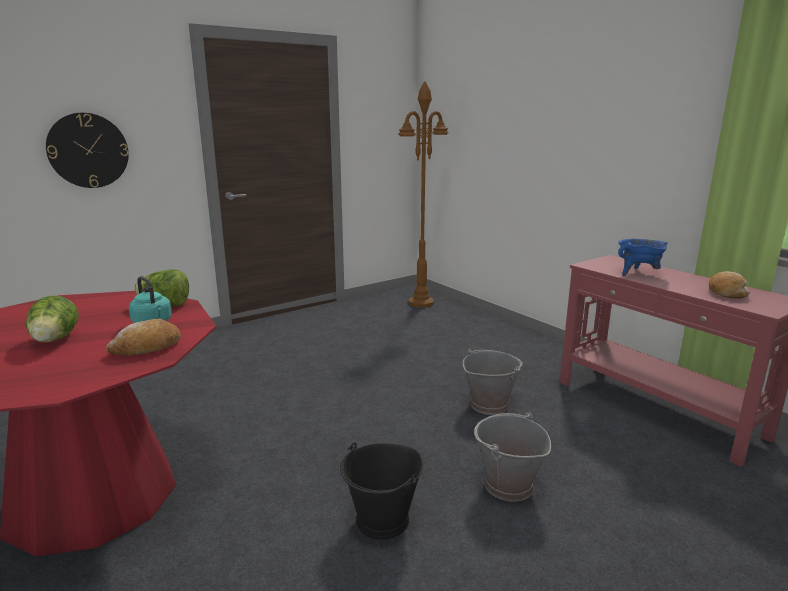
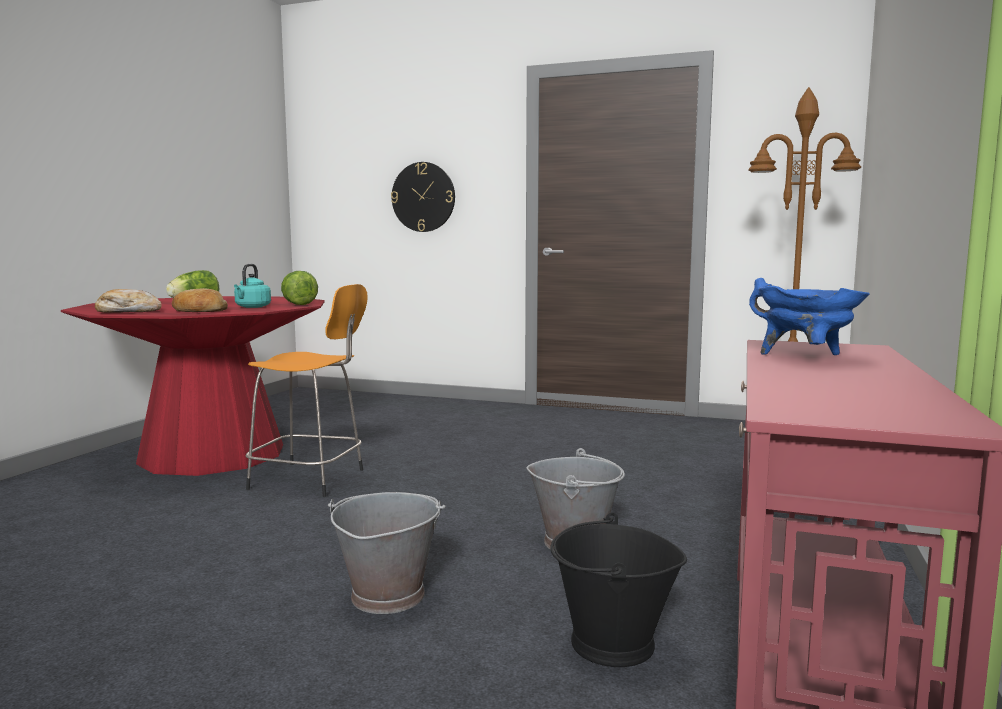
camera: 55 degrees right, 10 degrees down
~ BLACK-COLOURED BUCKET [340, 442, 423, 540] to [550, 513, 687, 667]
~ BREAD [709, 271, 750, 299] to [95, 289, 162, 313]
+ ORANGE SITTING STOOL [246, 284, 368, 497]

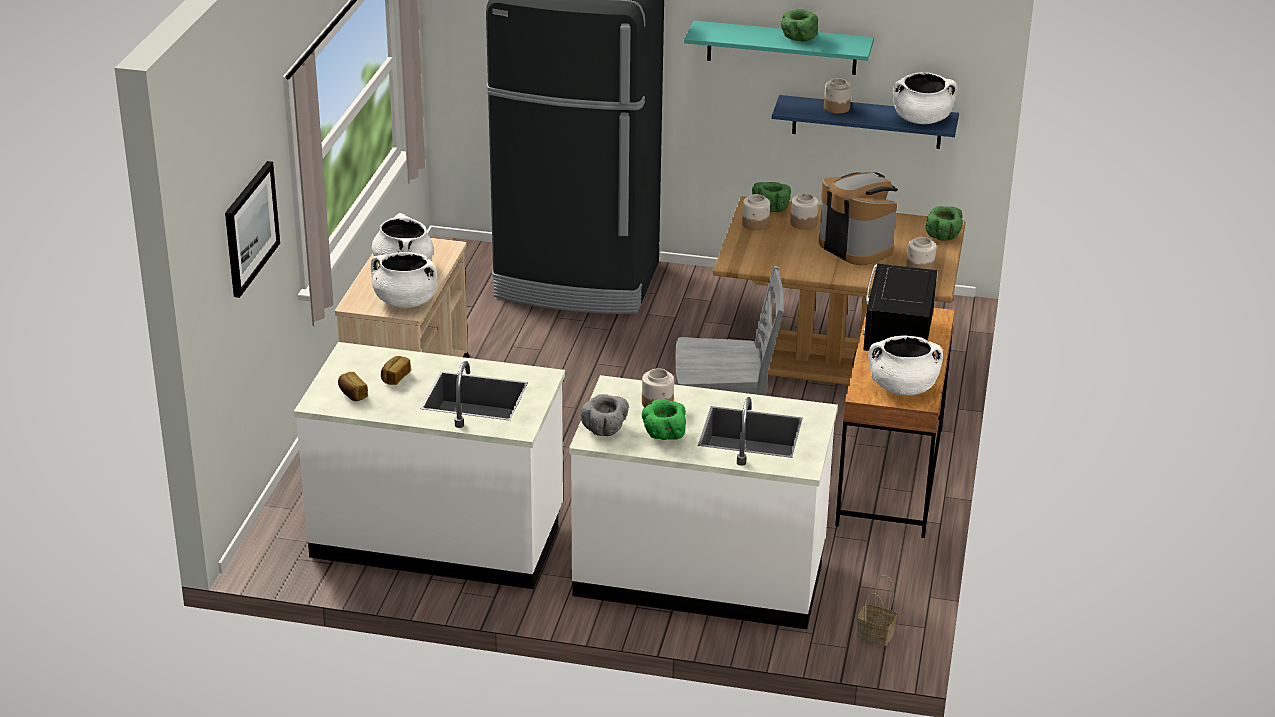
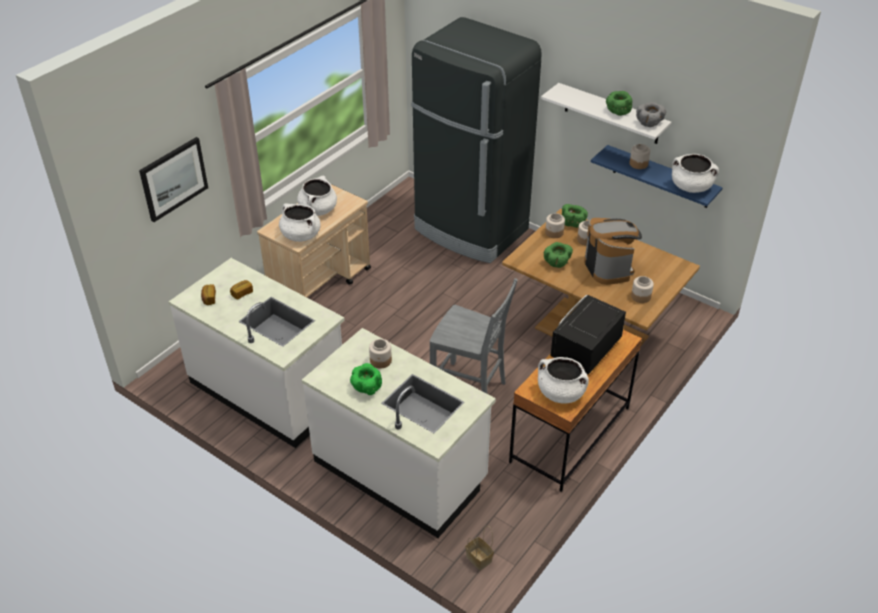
camera: 25 degrees right, 10 degrees up
~ GREY DEEP DISH [580, 394, 629, 436] to [636, 102, 666, 127]
~ TURQUOISE-COLOURED SHELF [684, 21, 874, 75] to WHITISH SHELF [541, 83, 672, 144]
~ GREEN DEEP DISH [926, 206, 963, 241] to [544, 242, 573, 268]

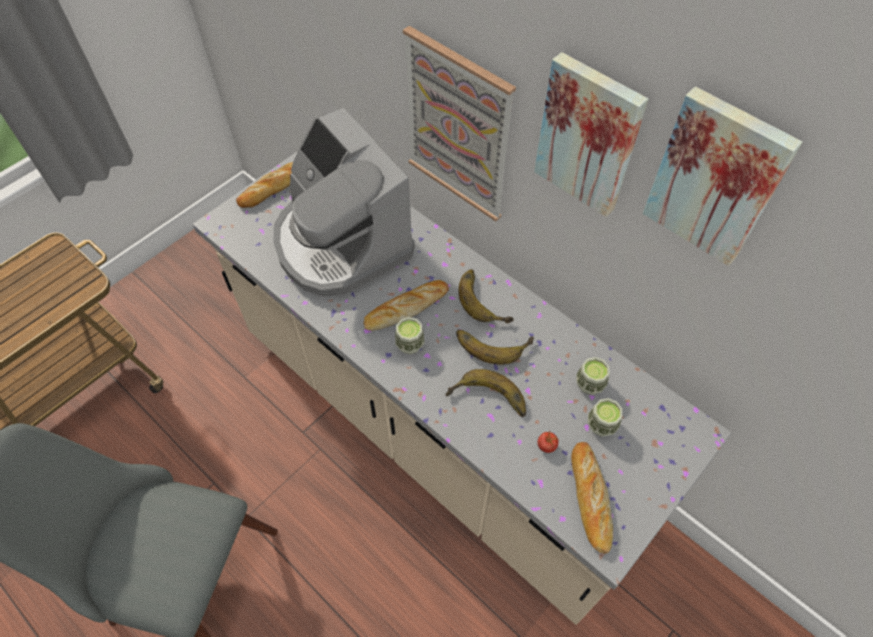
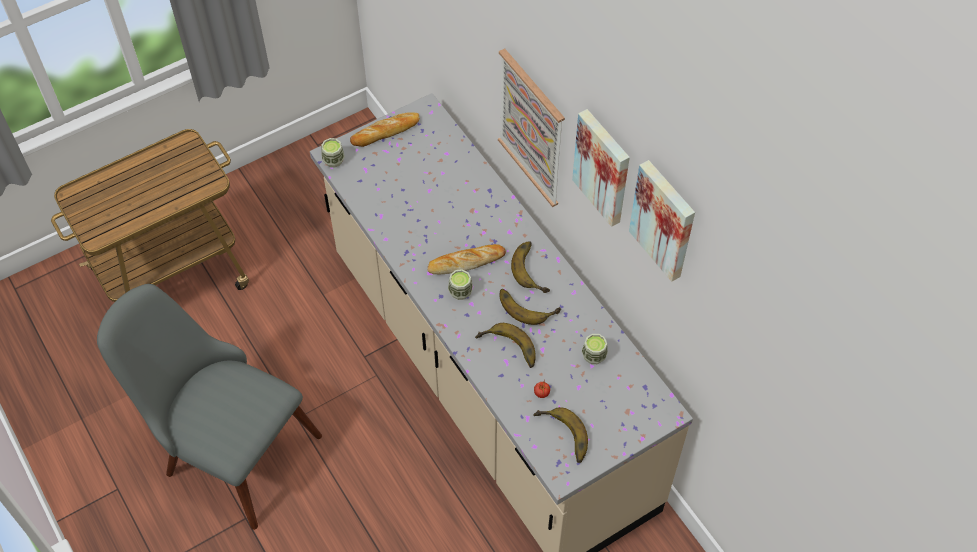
camera: 15 degrees right, 0 degrees up
- COFFEE BREWER [273, 108, 415, 297]
~ BREAD [571, 442, 613, 554] to BANANA FRUIT [533, 407, 588, 463]
~ CUP [588, 398, 622, 437] to [321, 138, 345, 167]

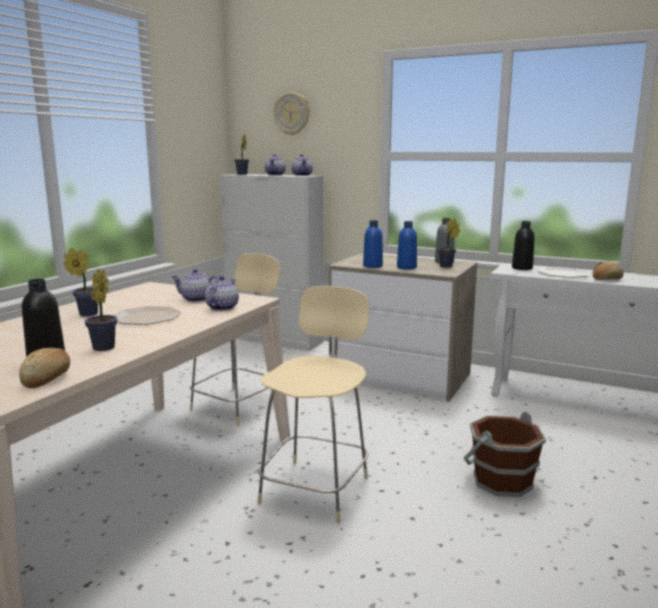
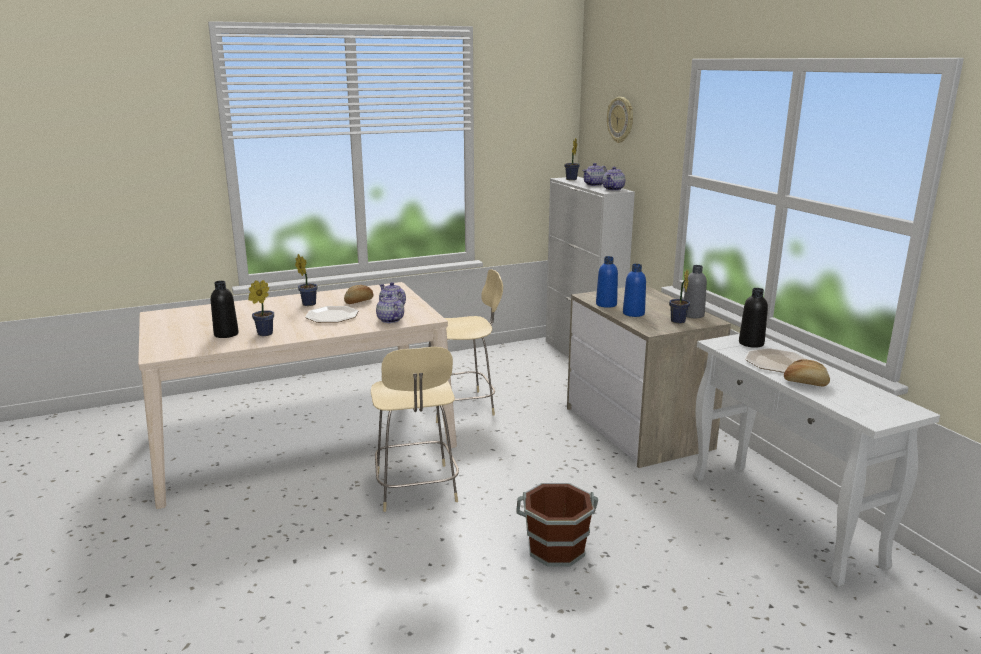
camera: 40 degrees right, 5 degrees up
~ BREAD [19, 348, 70, 388] to [344, 285, 374, 304]
~ POT FOR TEA [205, 276, 239, 311] = [376, 294, 404, 323] 90 degrees counterclockwise
~ BEIGE-COLOURED CHAIR [257, 286, 369, 523] = [371, 347, 459, 512] 105 degrees clockwise

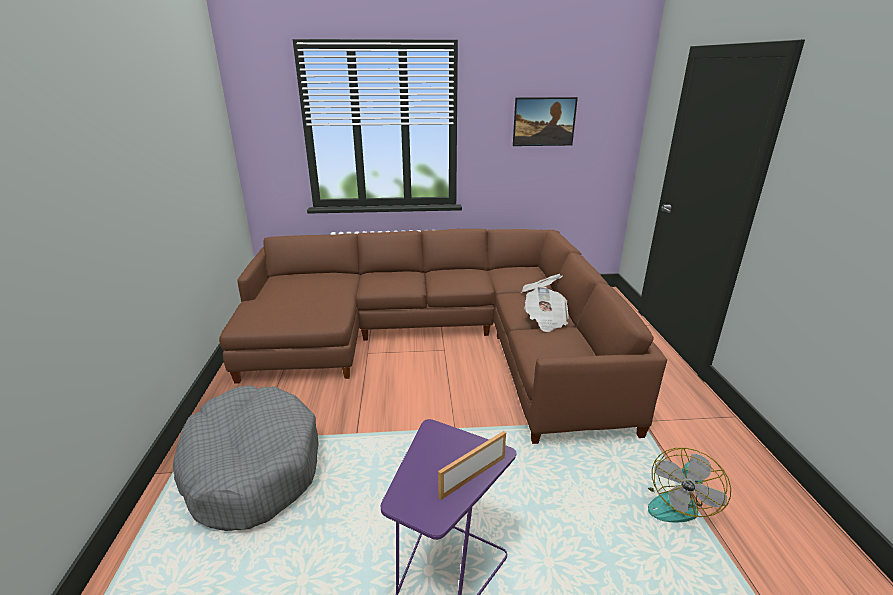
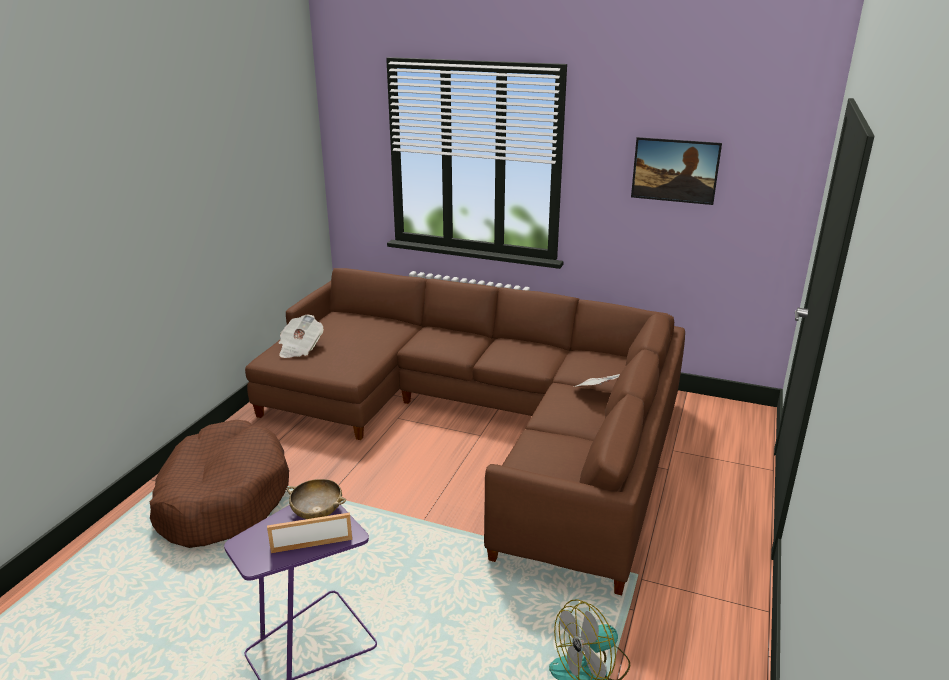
camera: 25 degrees right, 0 degrees up
~ GREY DOG CUSHION [173, 385, 319, 531] to BROWNISH DOG CUSHION [150, 420, 289, 548]
~ DAILY PAPER [524, 286, 569, 332] to [279, 314, 324, 358]
+ BEIGE-COLOURED DEEP DISH [287, 479, 346, 519]

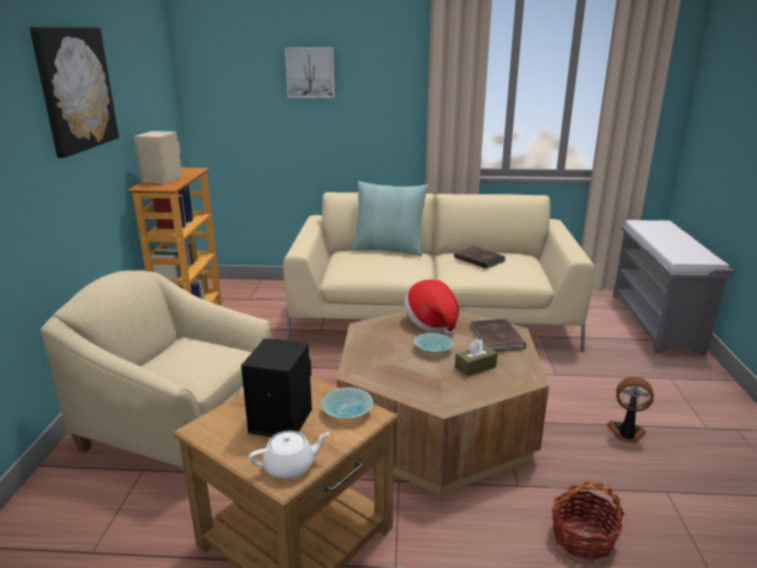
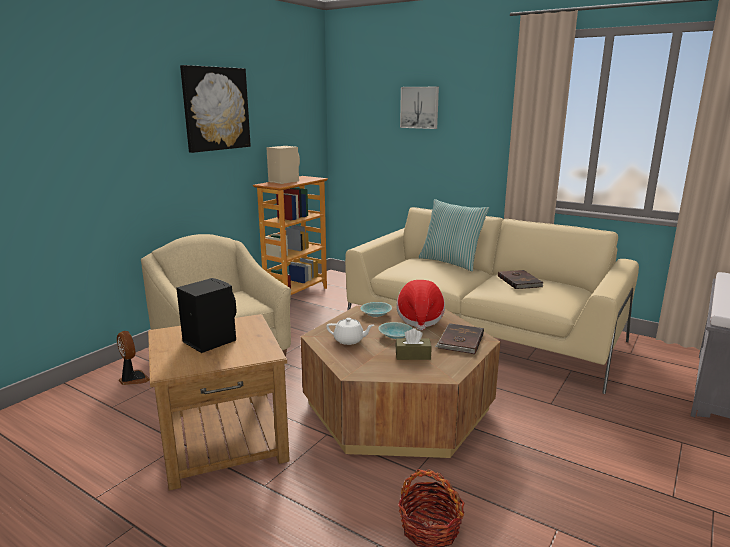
camera: 30 degrees right, 5 degrees down
~ WHITISH POT FOR TEA [249, 431, 330, 479] to [326, 318, 374, 345]
~ TURQUOISE-COLOURED DEEP DISH [321, 387, 373, 419] to [360, 302, 392, 317]
~ ELECTRIC FAN [607, 377, 654, 443] to [117, 331, 150, 385]

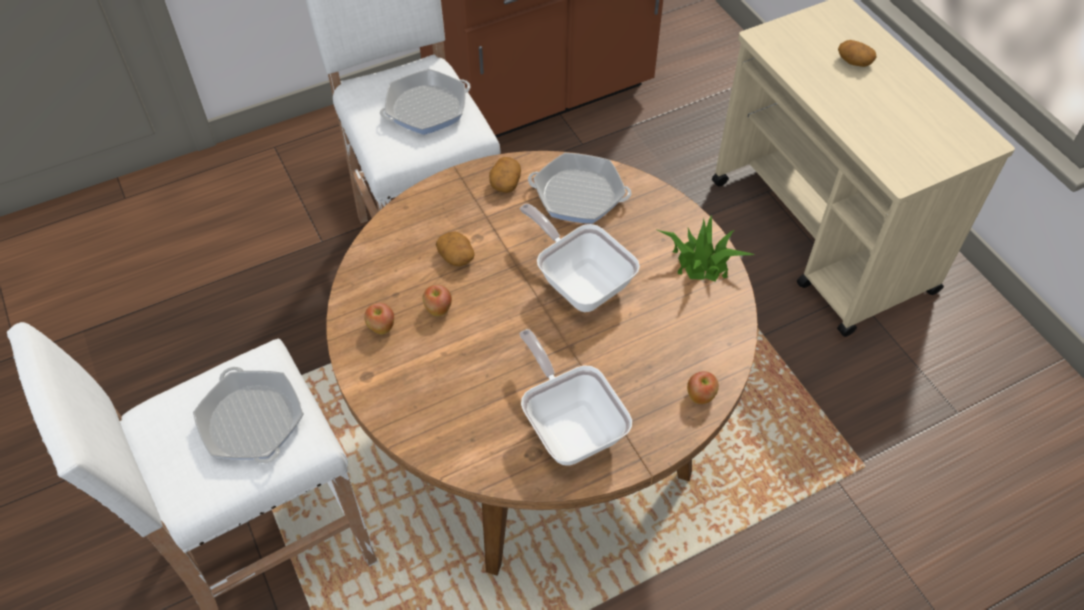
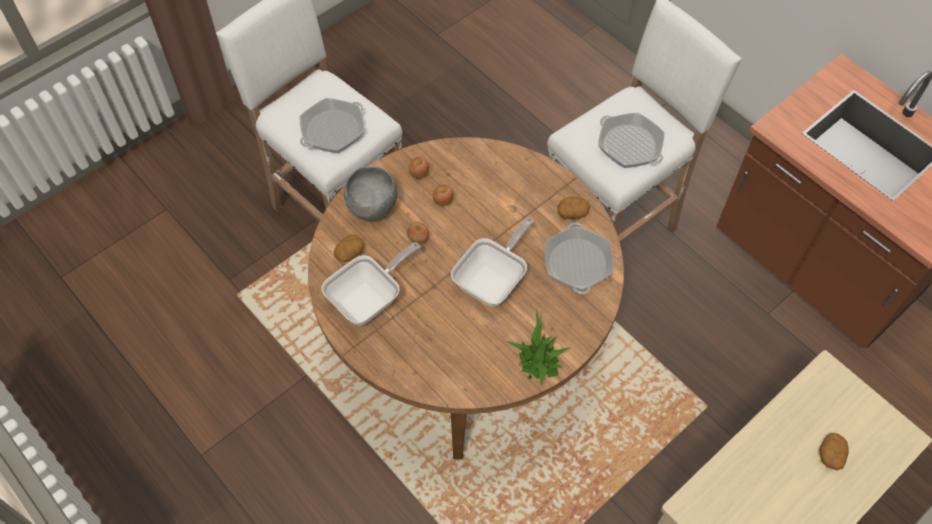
camera: 75 degrees right, 5 degrees up
~ WHOLE POTATO [436, 232, 475, 266] to [334, 234, 364, 262]
~ WHOLE APPLE [687, 371, 719, 404] to [407, 222, 429, 244]
+ GREY DEEP DISH [344, 166, 398, 221]

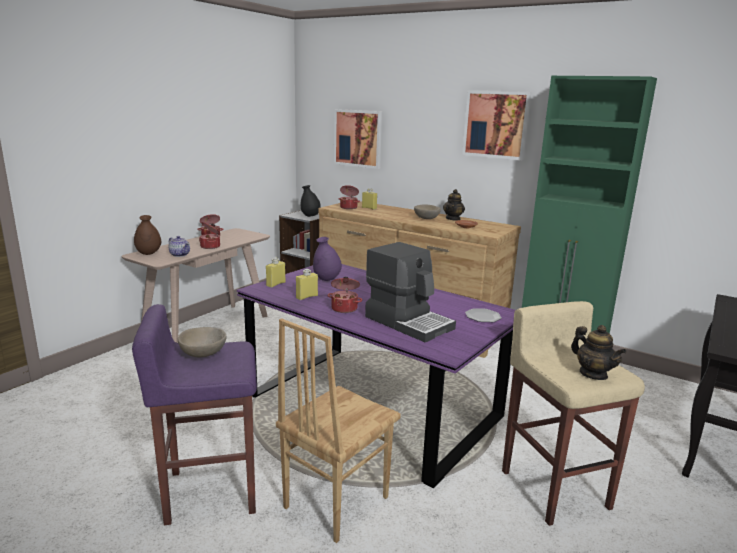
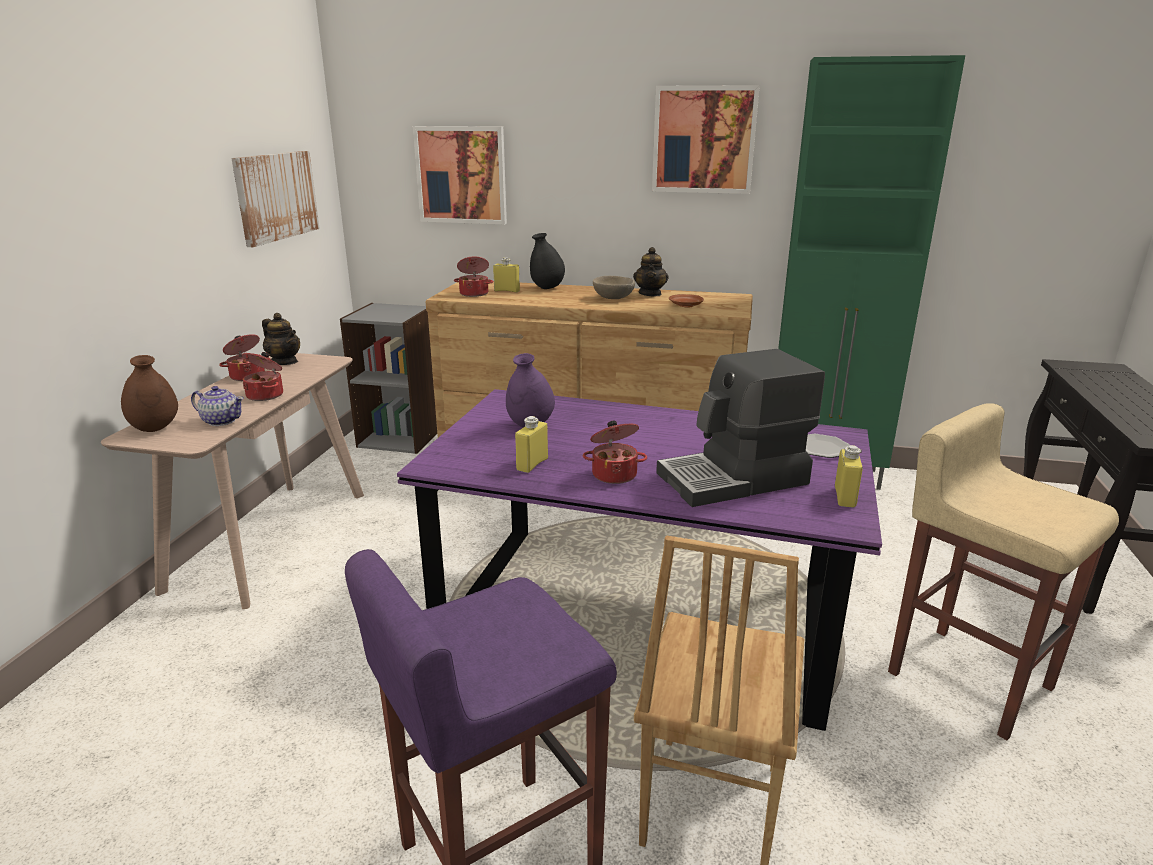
camera: 20 degrees left, 5 degrees up
- BEIGE-COLOURED DEEP DISH [178, 327, 227, 358]
~ YELLOW DRINK BOTTLE [266, 258, 286, 288] to [835, 445, 863, 508]
~ BLACK-COLOURED VASE [301, 185, 321, 217] to [530, 233, 565, 289]
~ COFFEE BREWER [365, 242, 456, 342] = [656, 349, 825, 507] 135 degrees clockwise
~ POT FOR TEA [571, 325, 627, 380] to [262, 313, 300, 365]
+ PICTURE [231, 151, 320, 247]

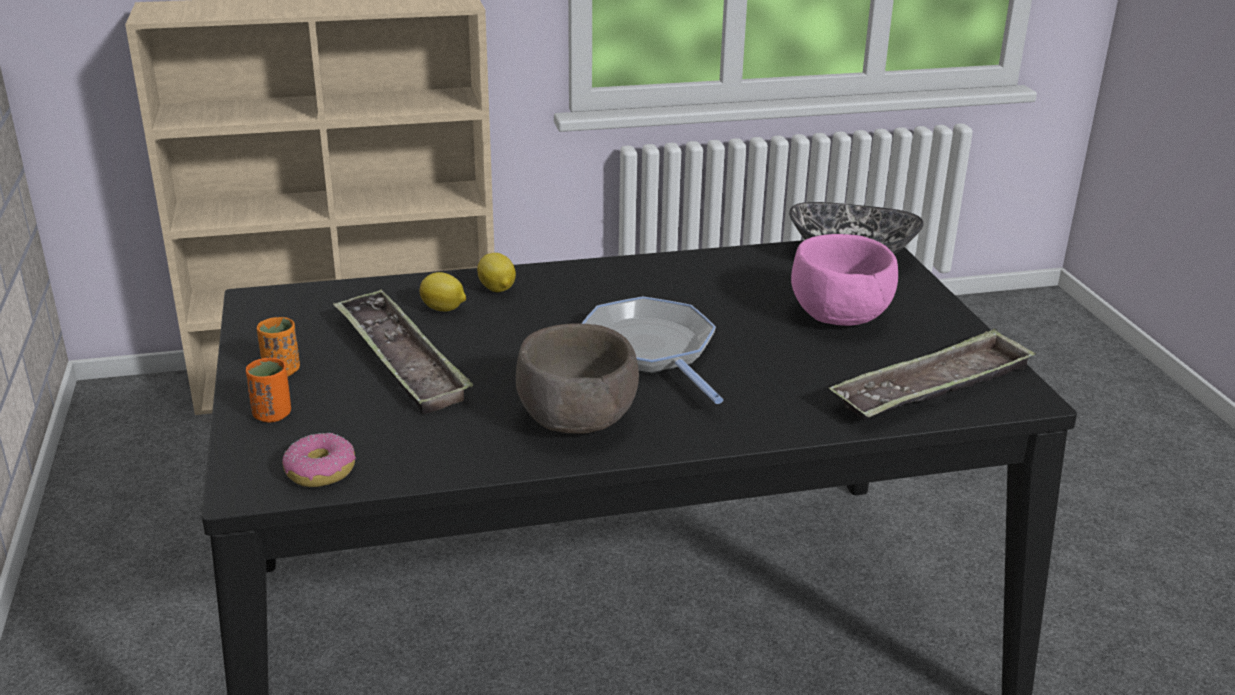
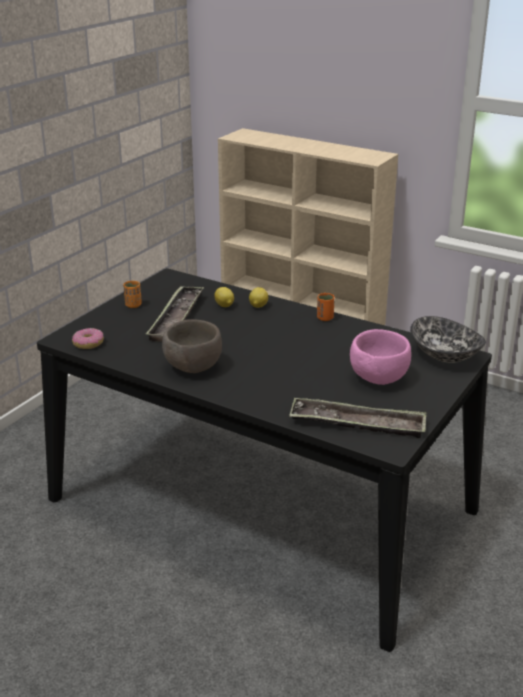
camera: 45 degrees right, 0 degrees up
~ ORANGE CUP [246, 358, 291, 422] to [317, 293, 335, 321]
- SKILLET [581, 296, 723, 404]

